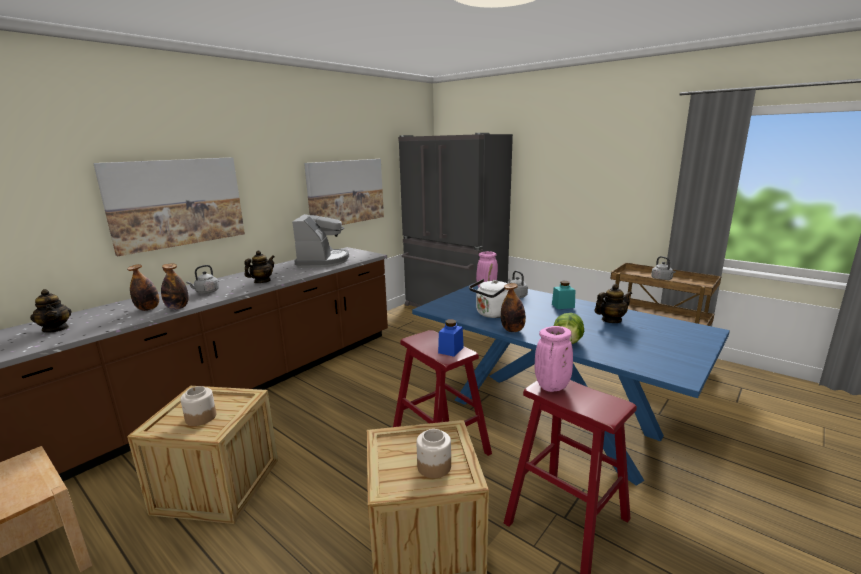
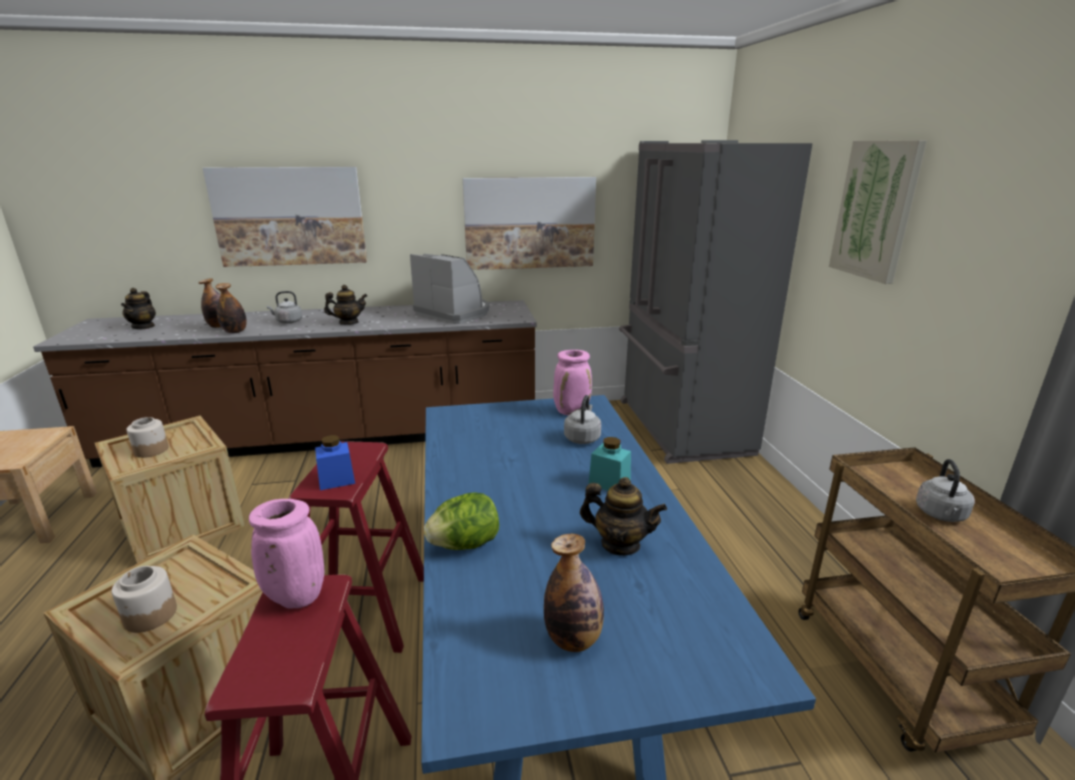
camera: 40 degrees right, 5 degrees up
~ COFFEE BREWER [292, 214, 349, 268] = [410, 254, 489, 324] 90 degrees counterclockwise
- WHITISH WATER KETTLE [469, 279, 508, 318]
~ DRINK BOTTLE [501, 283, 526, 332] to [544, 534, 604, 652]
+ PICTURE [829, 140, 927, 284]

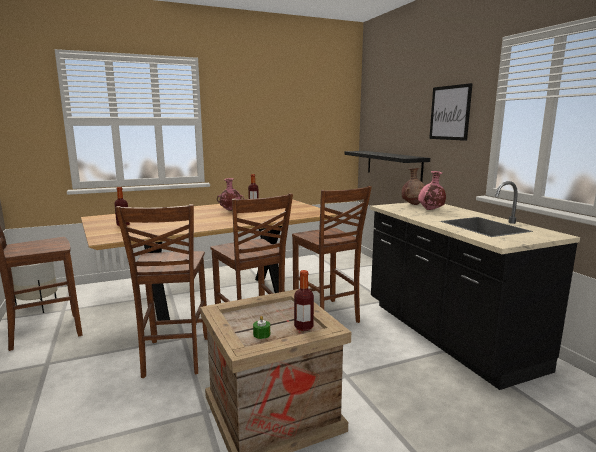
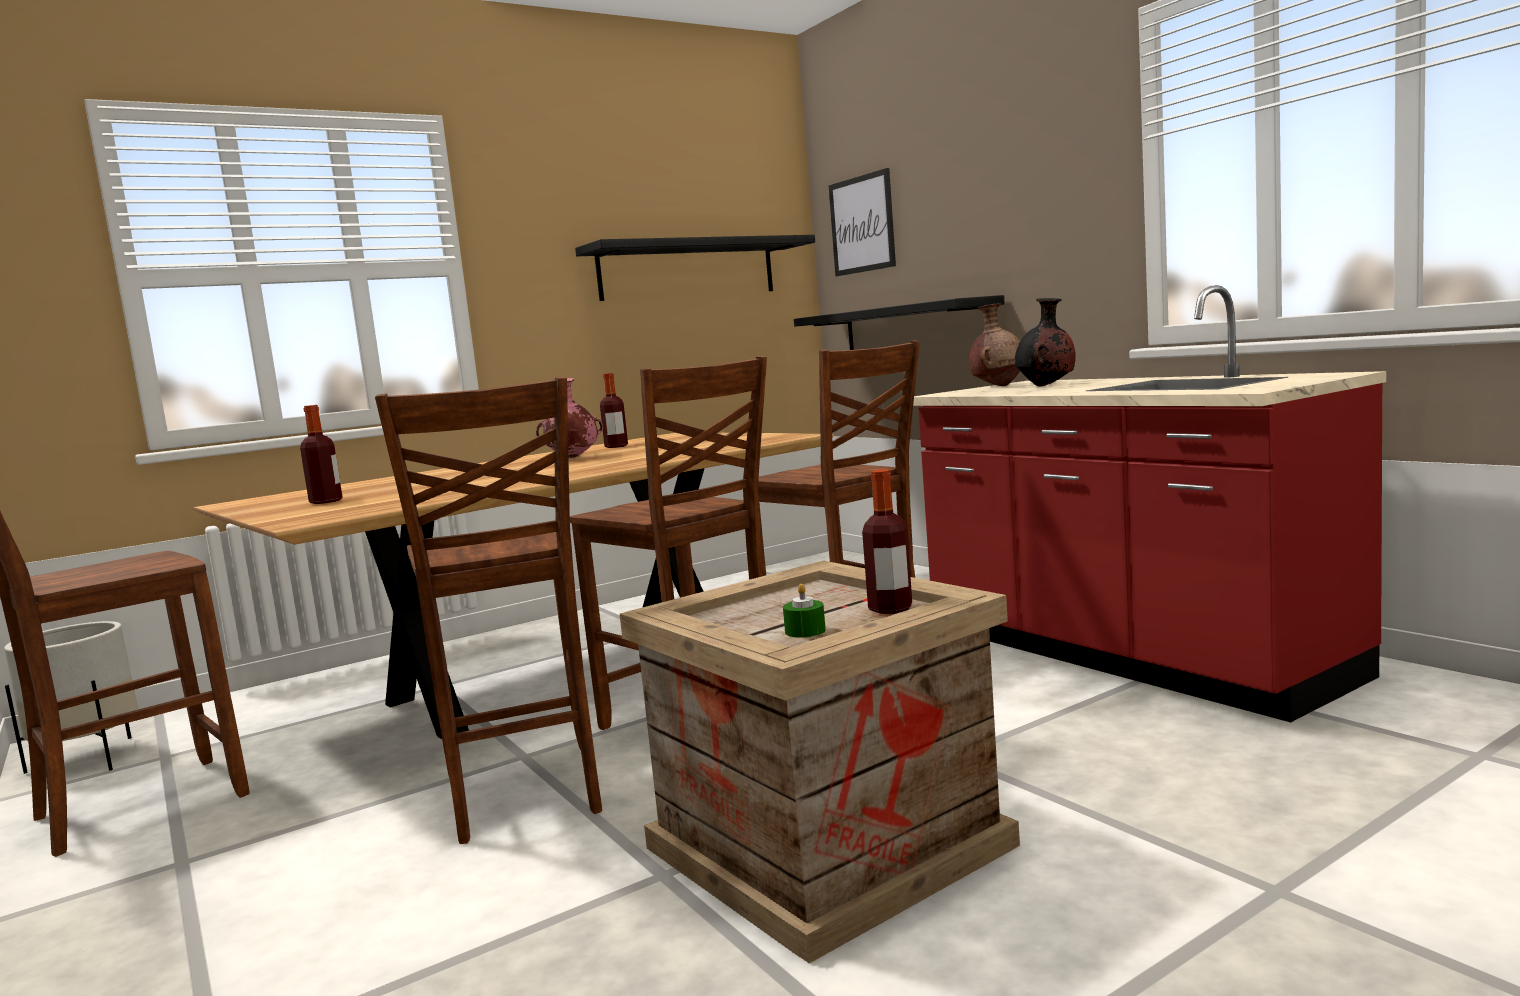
camera: 10 degrees left, 5 degrees down
~ BLACK-COLOURED KITCHEN BASE UNIT [370, 181, 580, 390] to RED KITCHEN BASE UNIT [913, 285, 1386, 722]
~ PINK VASE [418, 171, 446, 210] to BLACK-COLOURED VASE [1015, 298, 1076, 386]
~ PICTURE [429, 83, 473, 141] to [829, 168, 896, 276]
+ BLACK-COLOURED SHELF [575, 235, 815, 301]

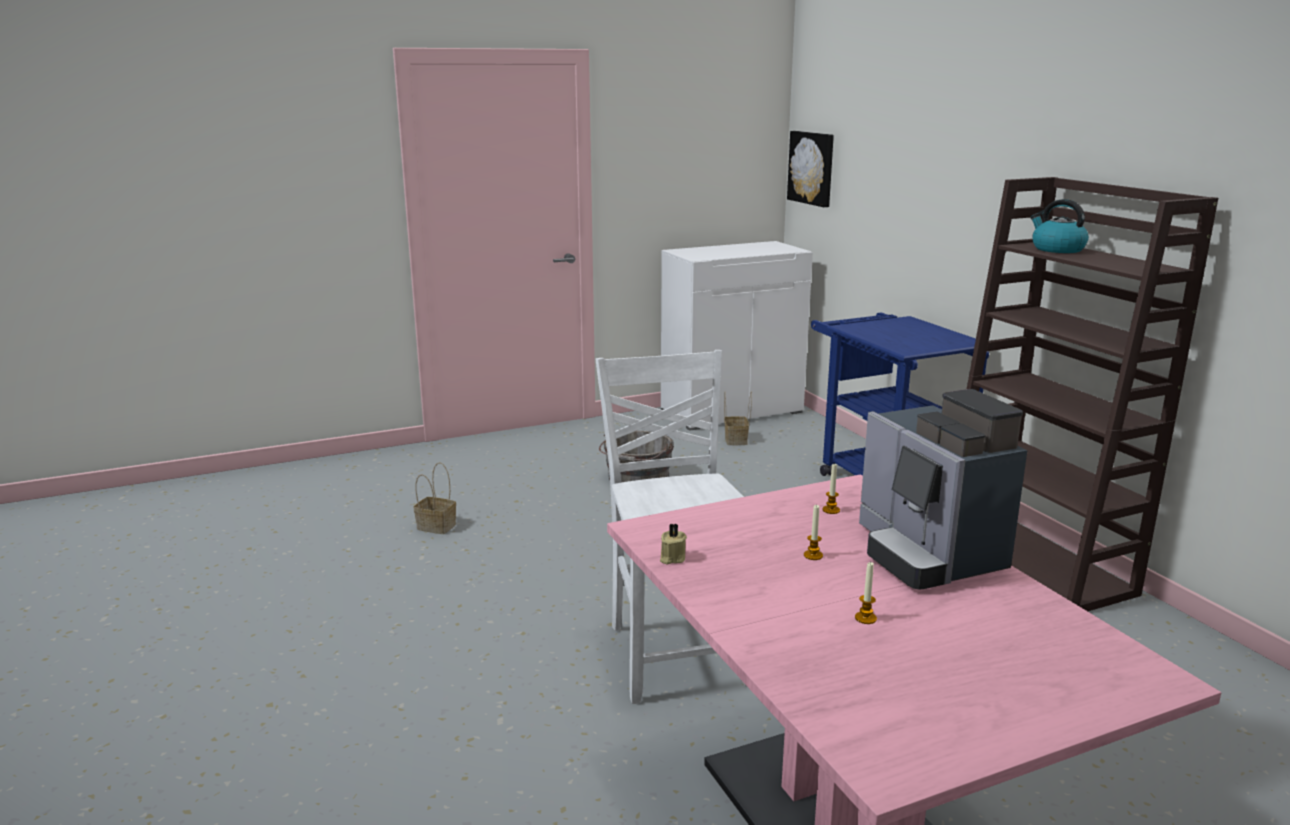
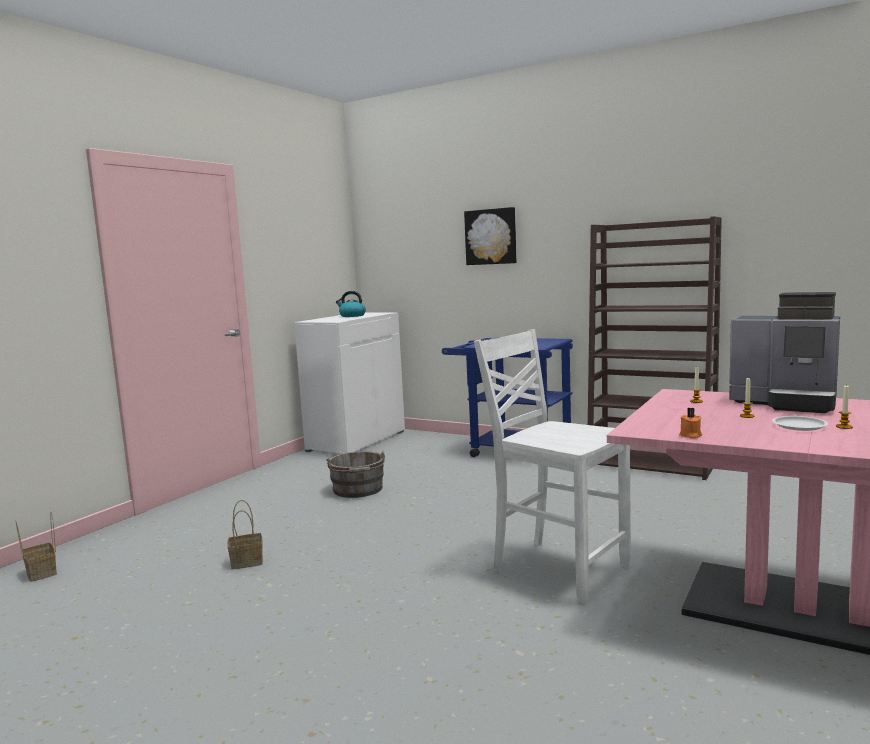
camera: 35 degrees left, 10 degrees down
~ BEIGE-COLOURED CANDLE [660, 523, 687, 564] to ORANGE CANDLE [679, 408, 702, 438]
~ BASKET [724, 391, 752, 445] to [16, 511, 57, 582]
~ PICTURE [787, 131, 834, 207] to [464, 207, 516, 265]
~ WATER KETTLE [1030, 199, 1089, 253] to [336, 291, 366, 317]
+ WHITISH DINNER PLATE [772, 416, 828, 431]

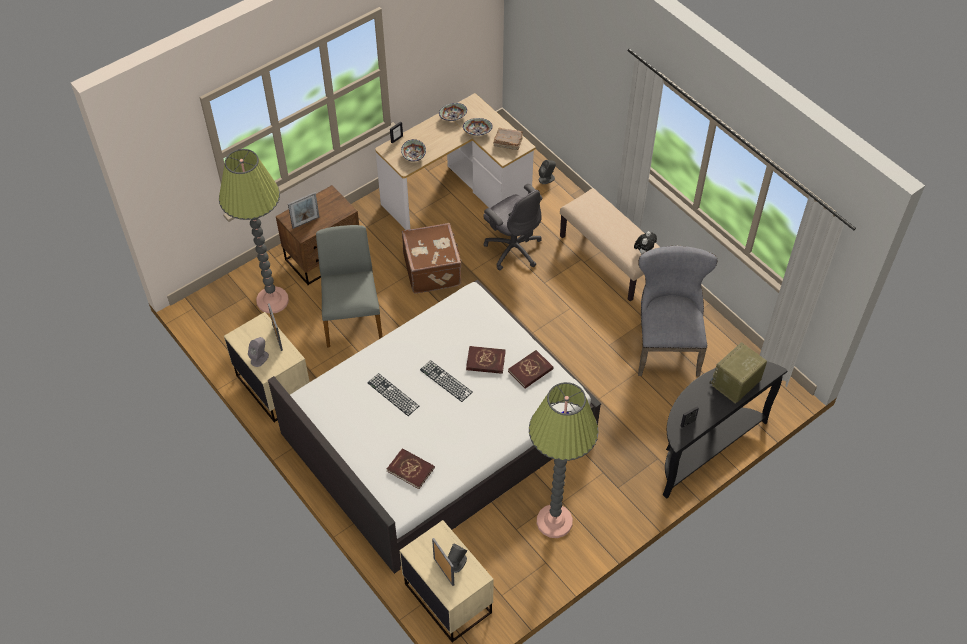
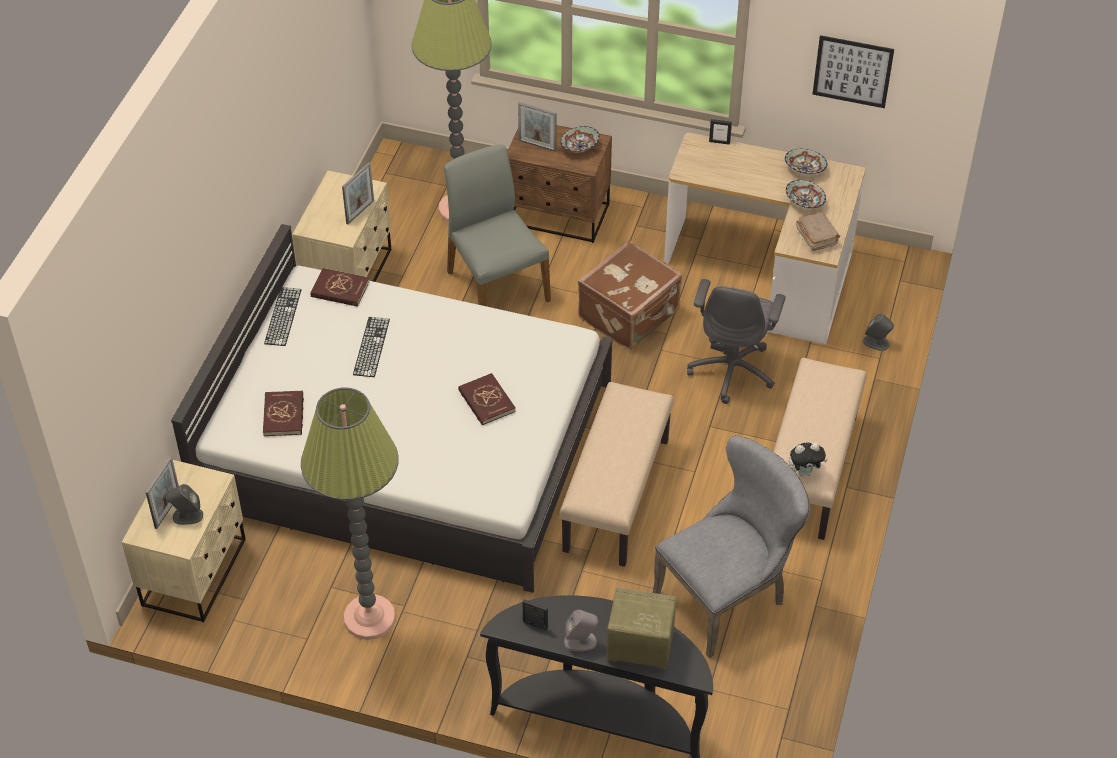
camera: 55 degrees right, 5 degrees down
~ GREY SPEAKER [248, 337, 269, 367] to [564, 610, 598, 651]
~ GREY CHAIR [316, 225, 383, 348] = [444, 145, 551, 306] 75 degrees counterclockwise
~ DEEP DISH [401, 139, 426, 162] to [561, 126, 600, 152]
~ COMPUTER KEYBOARD [420, 360, 472, 402] to [264, 287, 302, 346]
~ RED BOUND BOOK [508, 350, 553, 389] to [310, 268, 370, 307]
+ BEIGE-COLOURED INDOOR BENCH [559, 382, 674, 567]
+ PICTURE [812, 35, 894, 108]

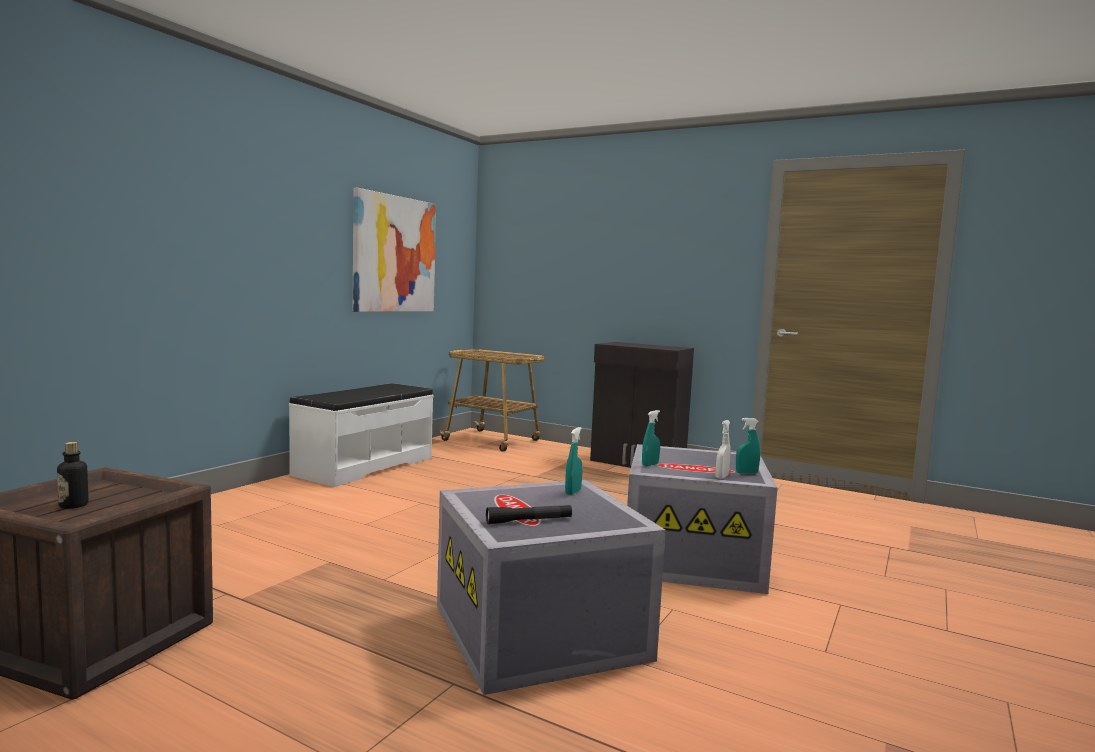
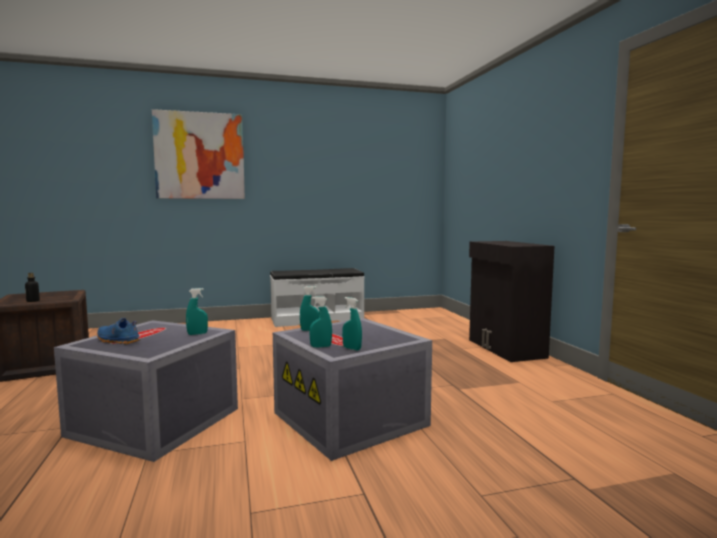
camera: 45 degrees right, 0 degrees up
~ PICTURE [353, 188, 436, 312] to [152, 109, 245, 199]
- TROLLEY [439, 349, 545, 451]
~ BLACK-COLOURED HAND TORCH [486, 505, 572, 524] to BLUE ITEM OF FOOTWEAR [97, 318, 141, 345]
~ WHITISH SPRAYER [716, 420, 730, 479] to TURQUOISE-COLOURED SPRAYER [309, 296, 332, 348]

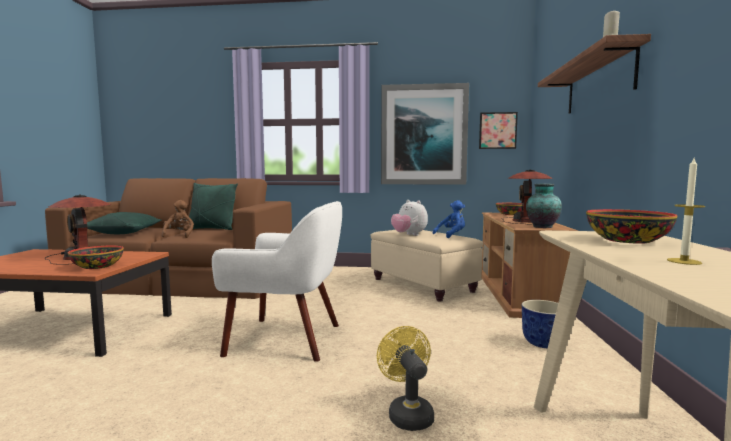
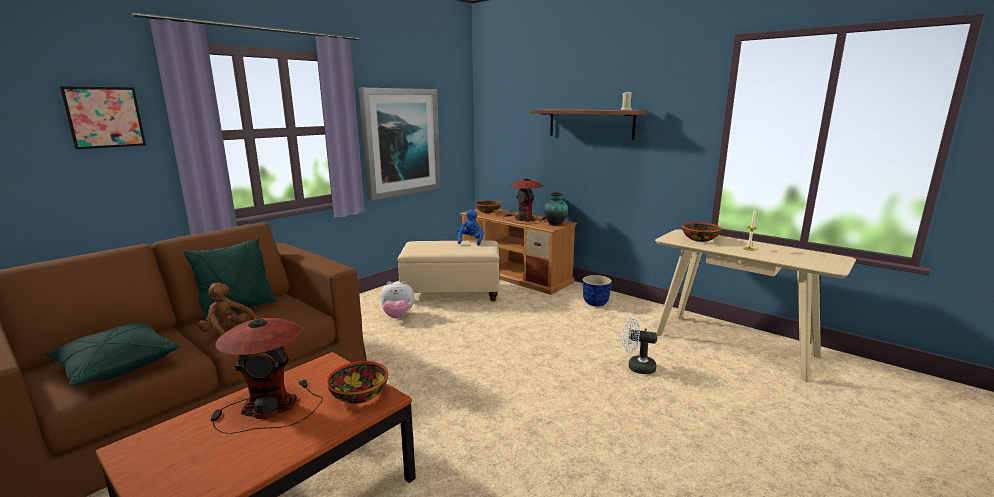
camera: 55 degrees left, 10 degrees up
- WHITISH ARMCHAIR [212, 201, 342, 362]
~ YELLOW ELECTRIC FAN [377, 326, 434, 431] to WHITISH ELECTRIC FAN [622, 317, 657, 374]
~ CUDDLY TOY [391, 200, 428, 236] to [380, 281, 415, 319]
~ PICTURE [479, 112, 518, 149] to [59, 86, 146, 149]

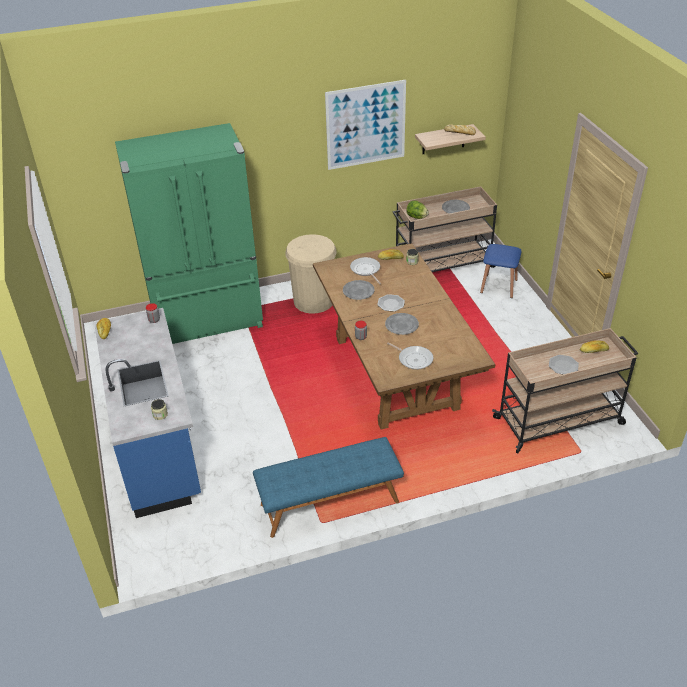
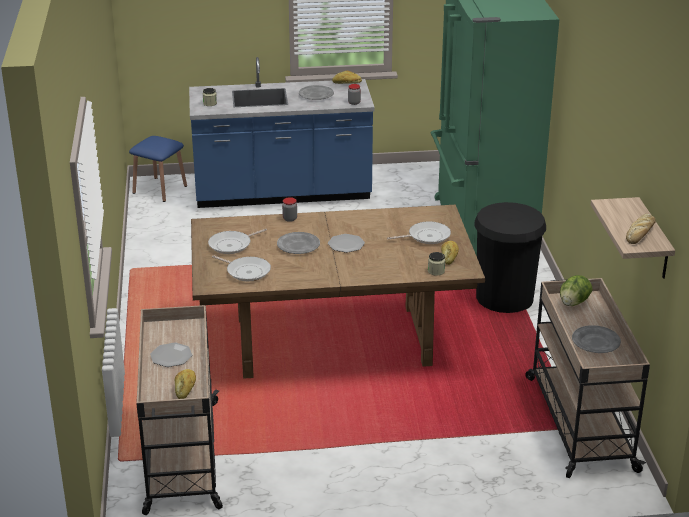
camera: 100 degrees right, 10 degrees down
- BLUE INDOOR BENCH [253, 437, 404, 538]
~ BEIGE-COLOURED WASTE BIN [285, 234, 337, 314] to BLACK-COLOURED WASTE BIN [474, 202, 546, 313]
- PICTURE [325, 80, 406, 170]
~ GREY DINNER PLATE [343, 280, 375, 300] to [299, 85, 334, 100]
~ BLUE SITTING STOOL [480, 244, 521, 298] to [129, 136, 187, 202]
+ SKILLET [212, 255, 271, 281]

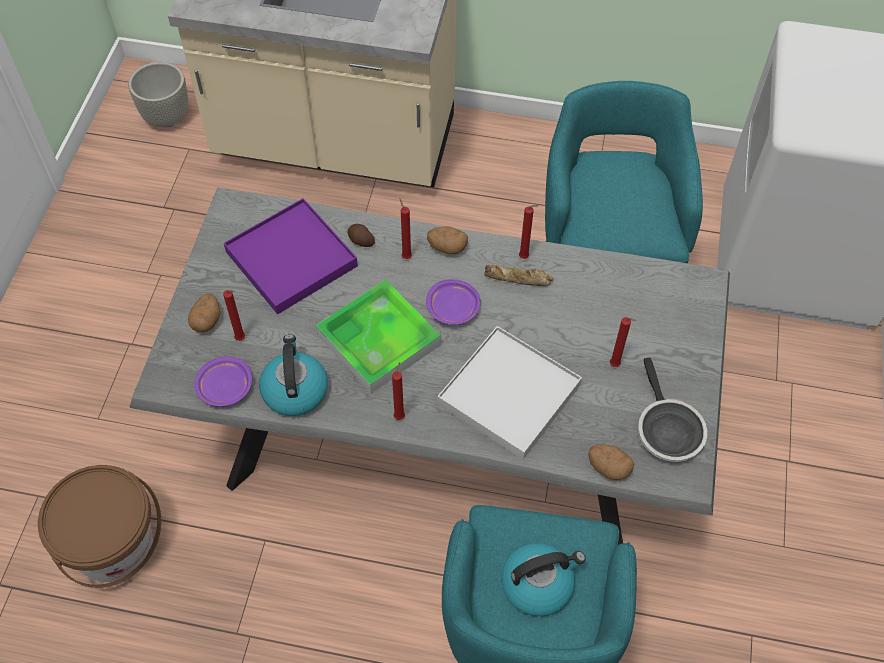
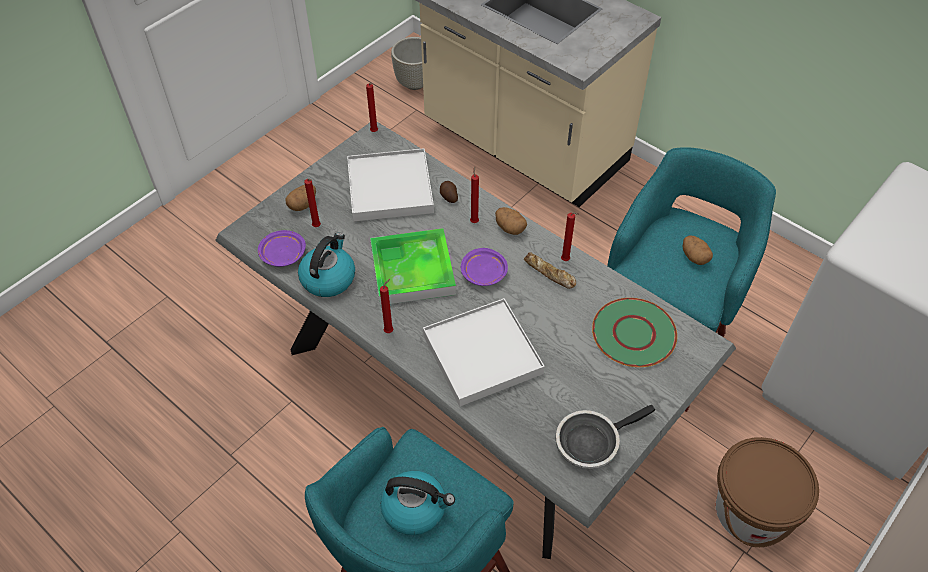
camera: 30 degrees right, 5 degrees down
~ BROWNISH BUCKET [38, 465, 161, 588] to [716, 437, 819, 547]
~ PURPLE SERVING TRAY [224, 198, 358, 314] to WHITISH SERVING TRAY [347, 148, 434, 221]
~ WHOLE POTATO [588, 444, 634, 480] to [682, 236, 713, 265]
~ RED CANDLE [610, 317, 636, 367] to [366, 83, 378, 132]
~ SKILLET [638, 357, 707, 462] = [556, 405, 656, 469] 45 degrees clockwise
+ GREEN DINNER PLATE [592, 298, 677, 367]

